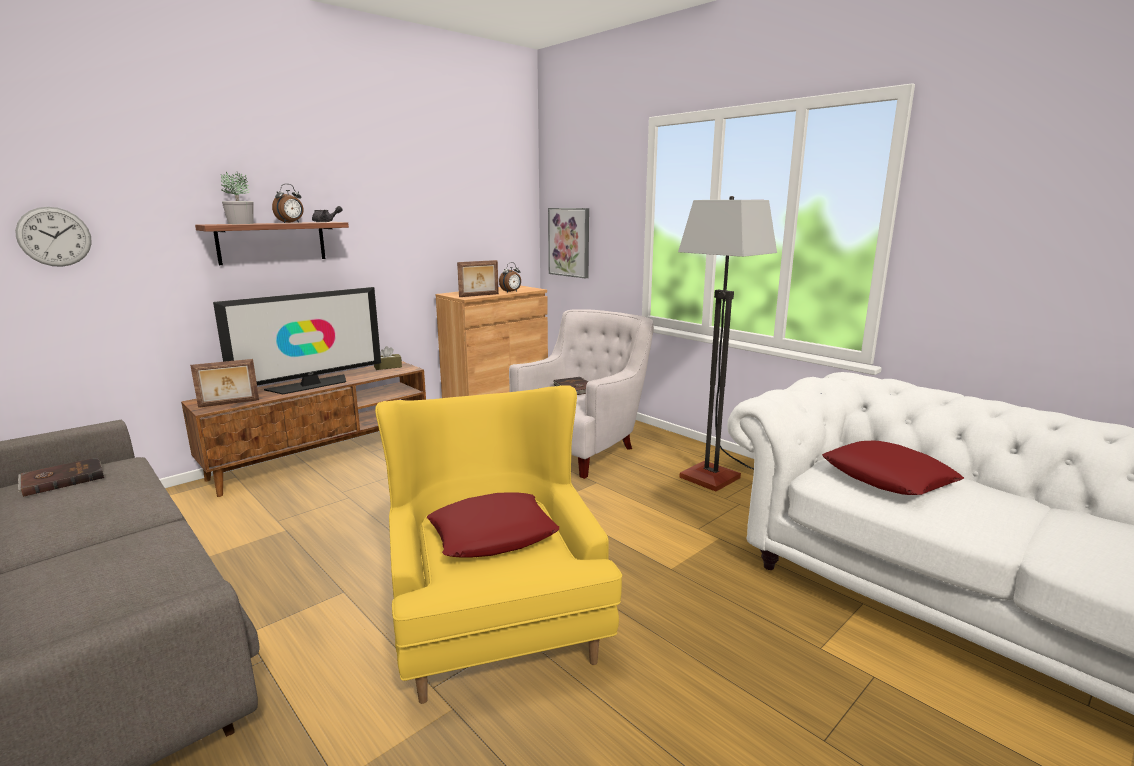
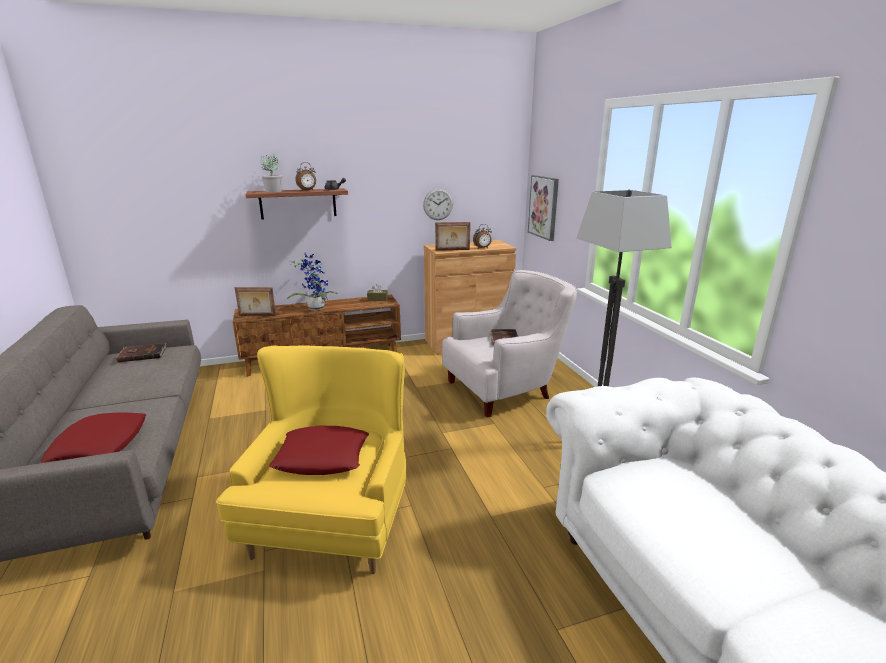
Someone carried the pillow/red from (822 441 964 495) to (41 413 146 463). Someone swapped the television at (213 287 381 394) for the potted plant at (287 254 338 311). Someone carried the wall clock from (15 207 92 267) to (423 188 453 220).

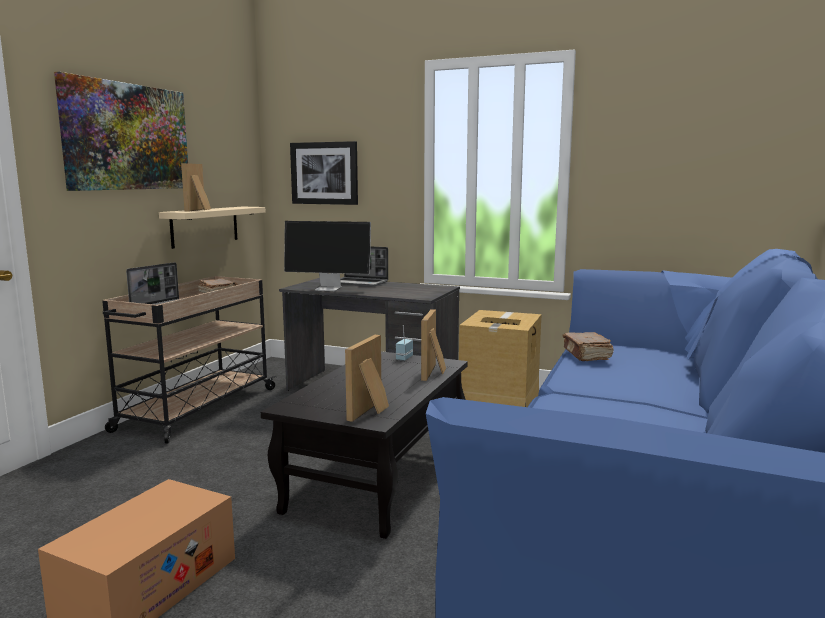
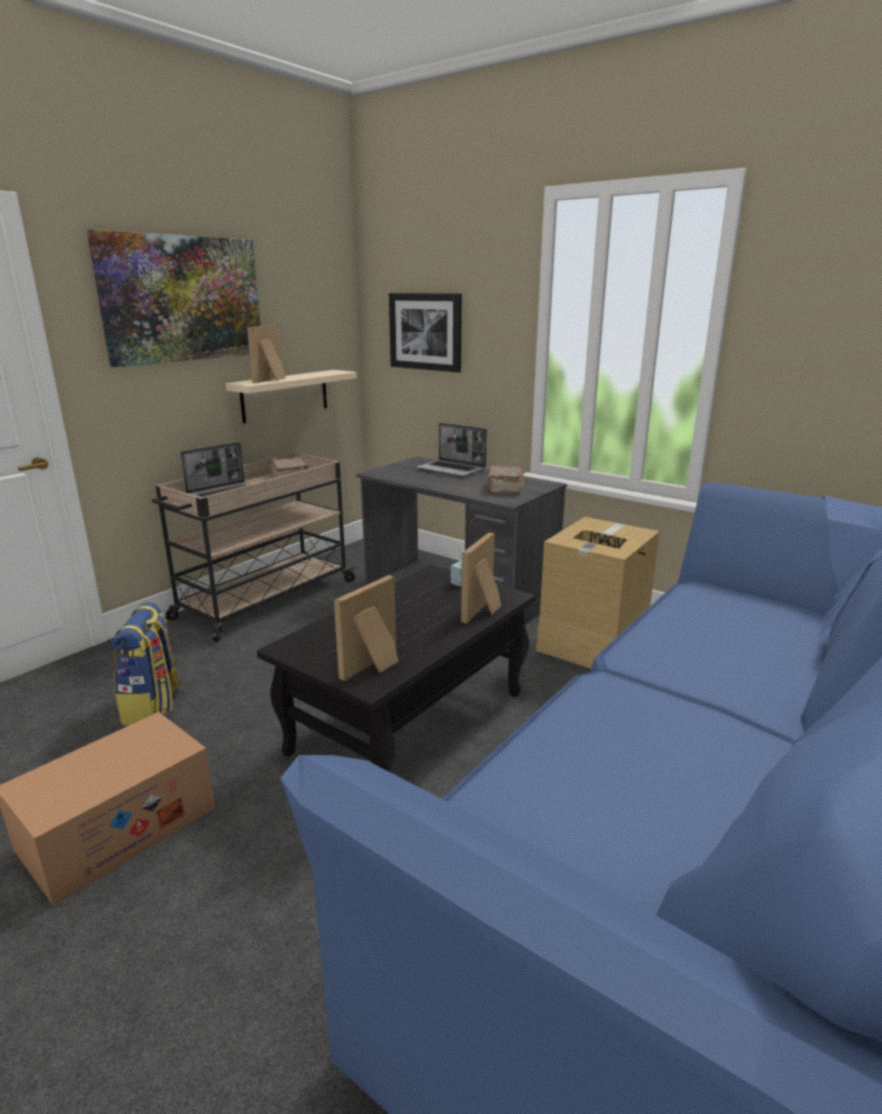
Someone put down the backpack at (112 602 184 725). Someone carried the book/brown from (562 332 614 361) to (487 466 524 494). Someone took away the monitor at (284 221 371 291).

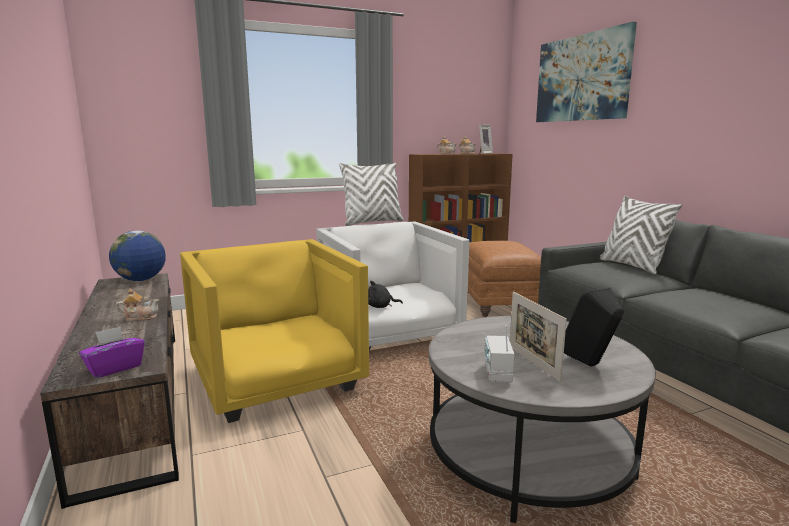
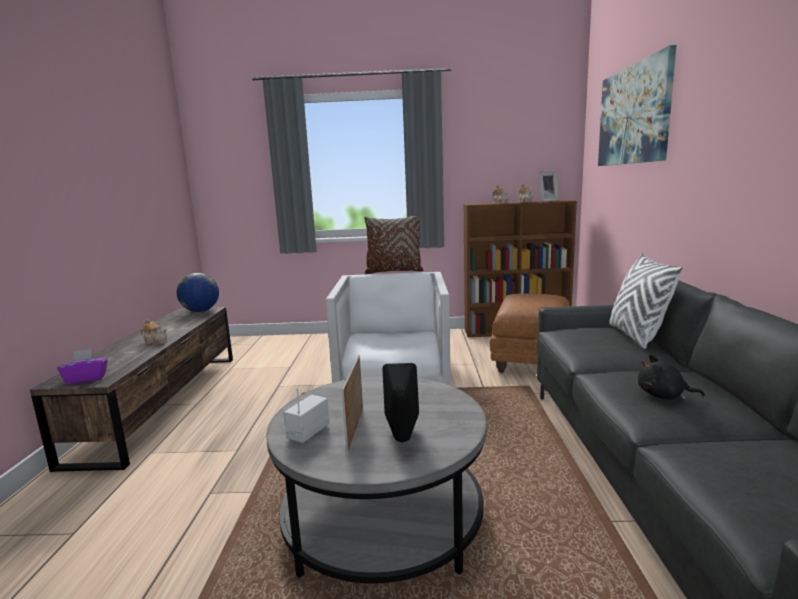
Someone repainted the pillow/white at (339 163 404 226), which became the pillow/brown at (364 215 423 274). Someone carried the plush toy/black from (368 281 403 308) to (638 354 705 400). Someone took away the armchair/yellow at (180 239 369 423).

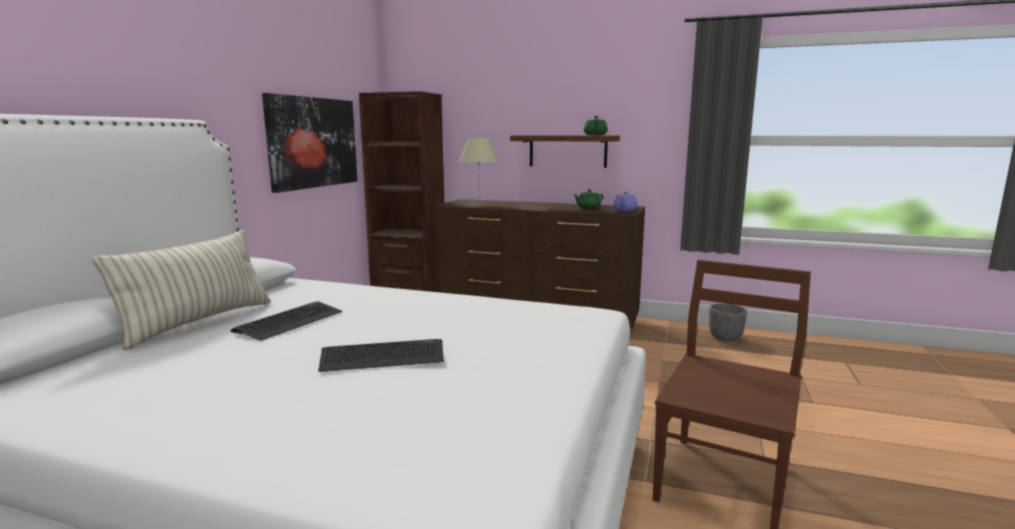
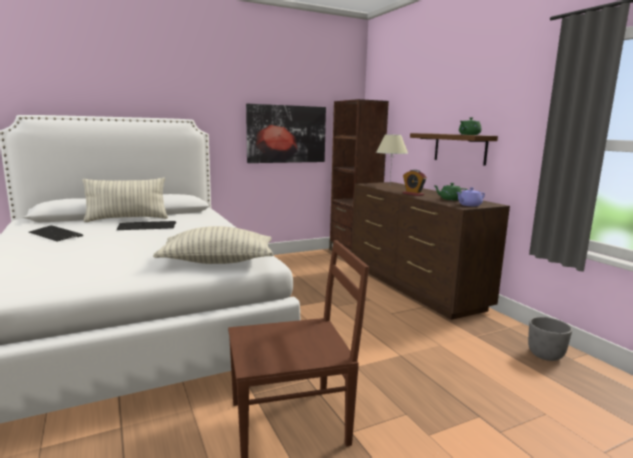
Someone carried the keyboard from (318 339 444 372) to (29 225 83 242). Someone put down the pillow at (153 226 273 264). Someone put down the alarm clock at (403 170 427 196).

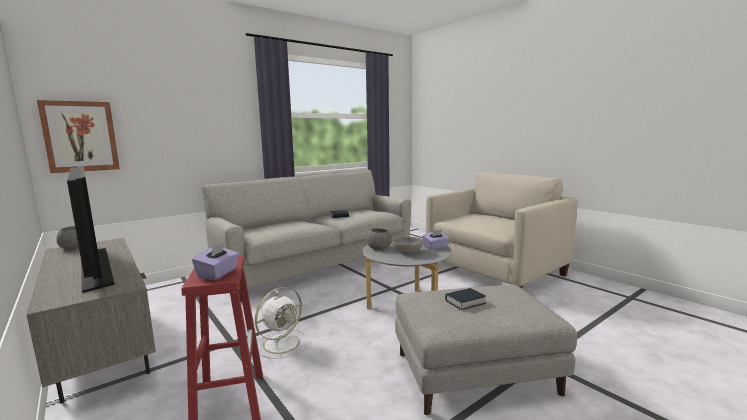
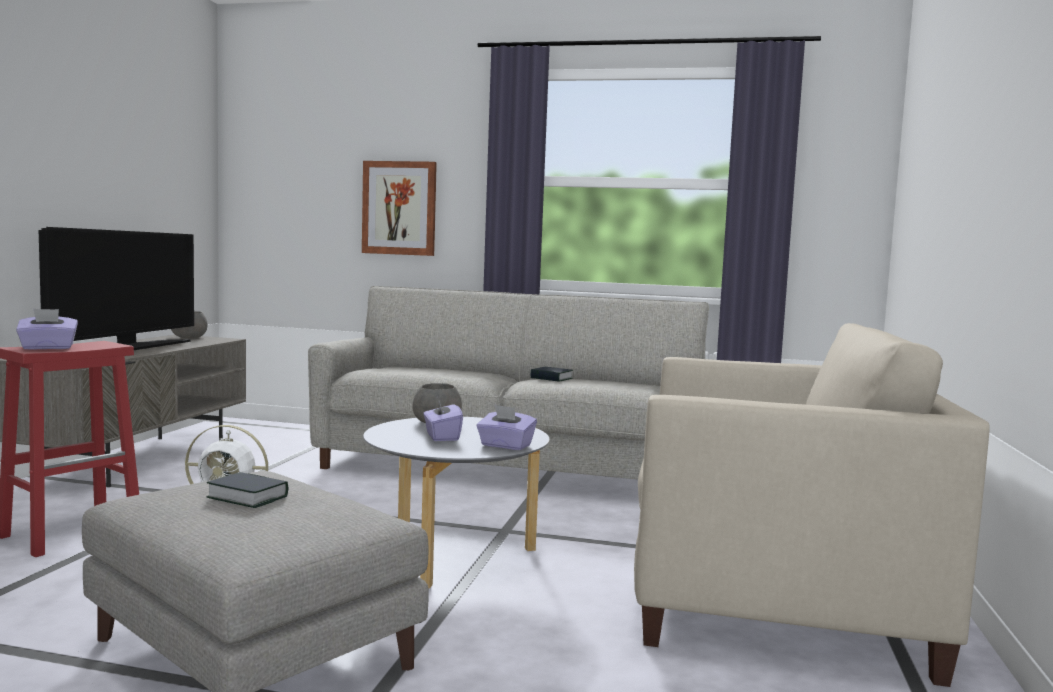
Someone carried the picture from (37 100 120 173) to (362 161 437 256). Someone swapped the bowl/grey at (391 236 424 254) for the tissue box/purple at (423 397 463 441).

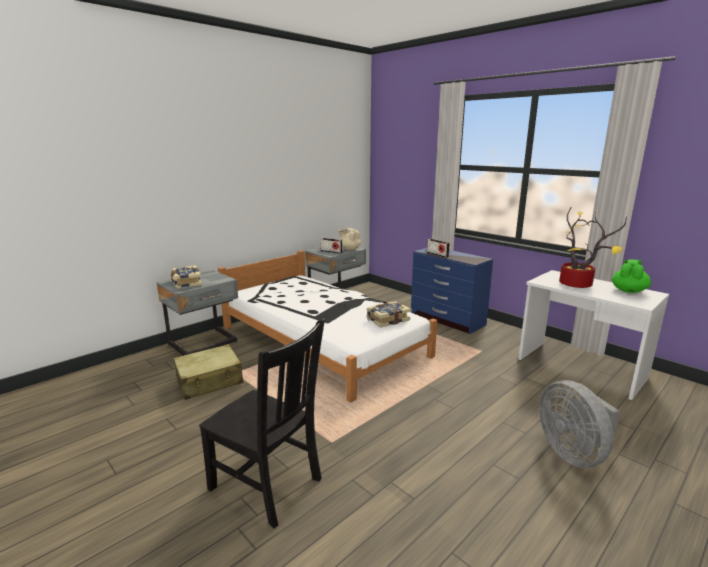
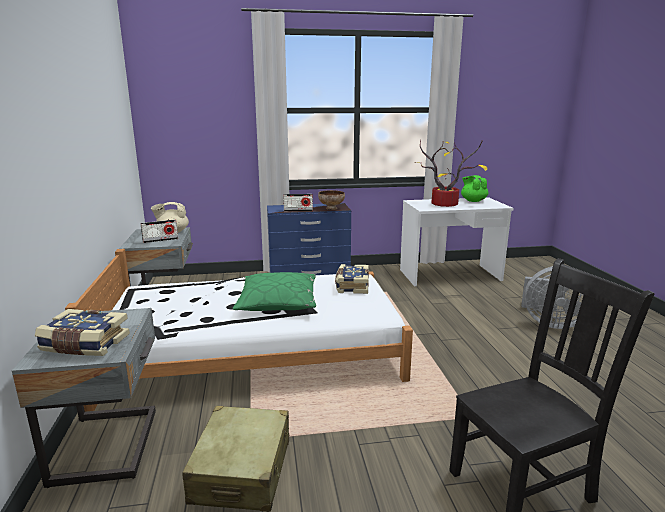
Someone put down the pillow/green at (233 272 316 311). Someone put down the bowl at (318 190 345 210).

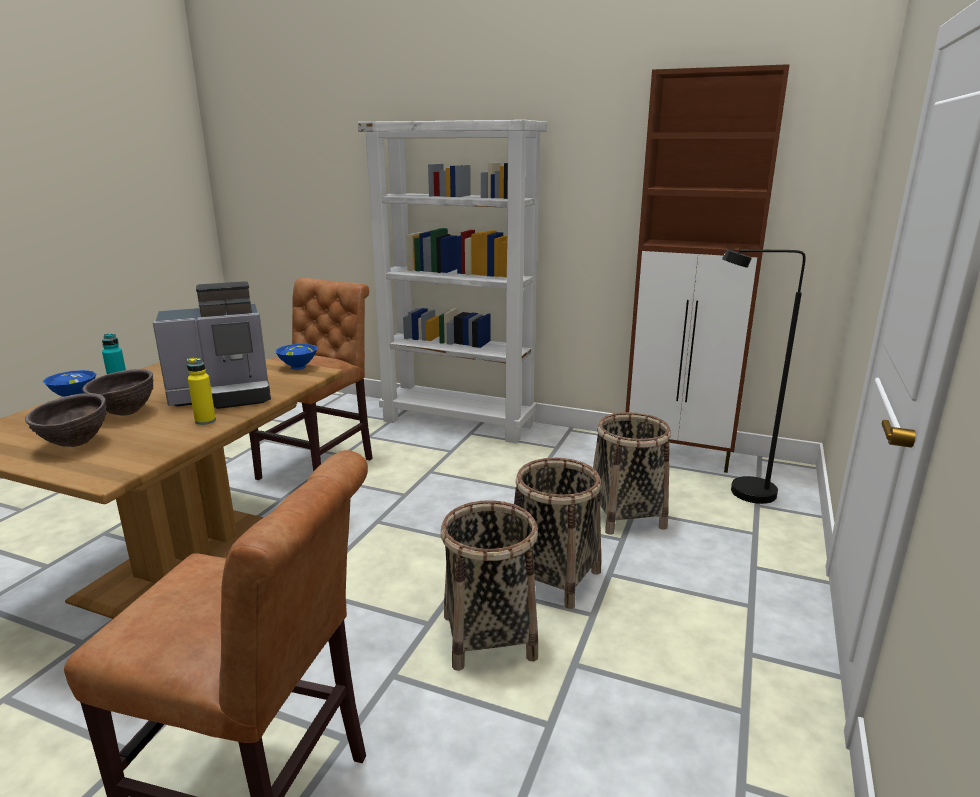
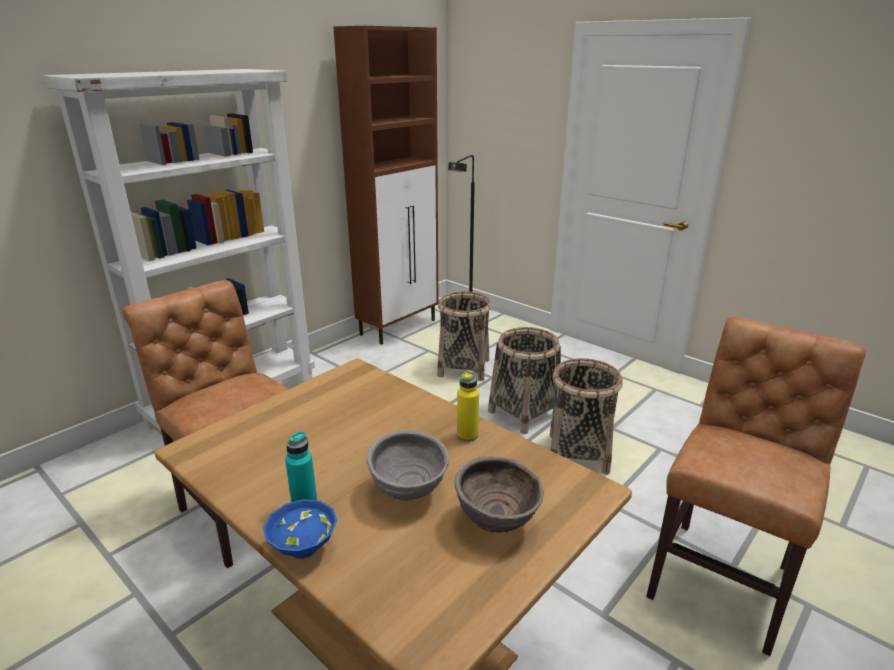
Someone repainted the bowl/brown at (82 369 154 416), which became the bowl/grey at (367 430 449 501). Someone took away the coffee machine at (153 281 271 409). Someone took away the bowl/blue at (276 344 317 370).

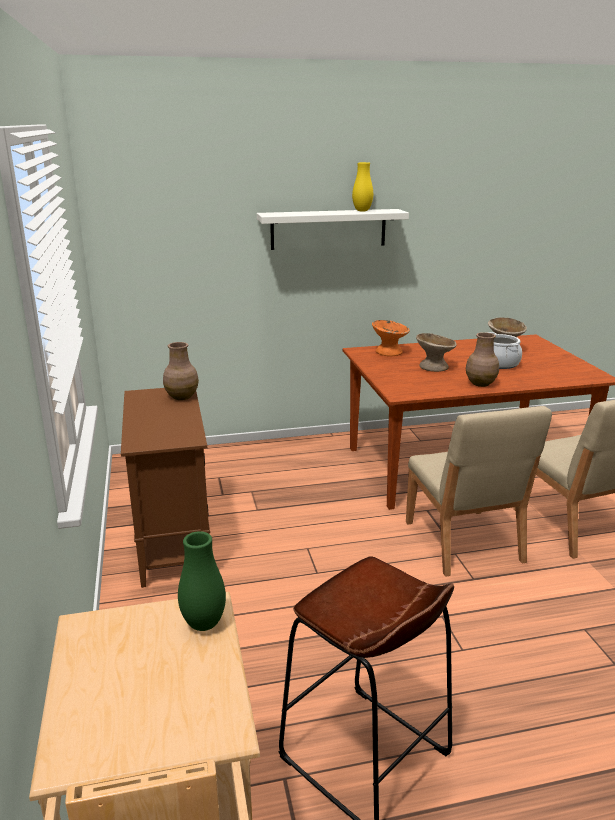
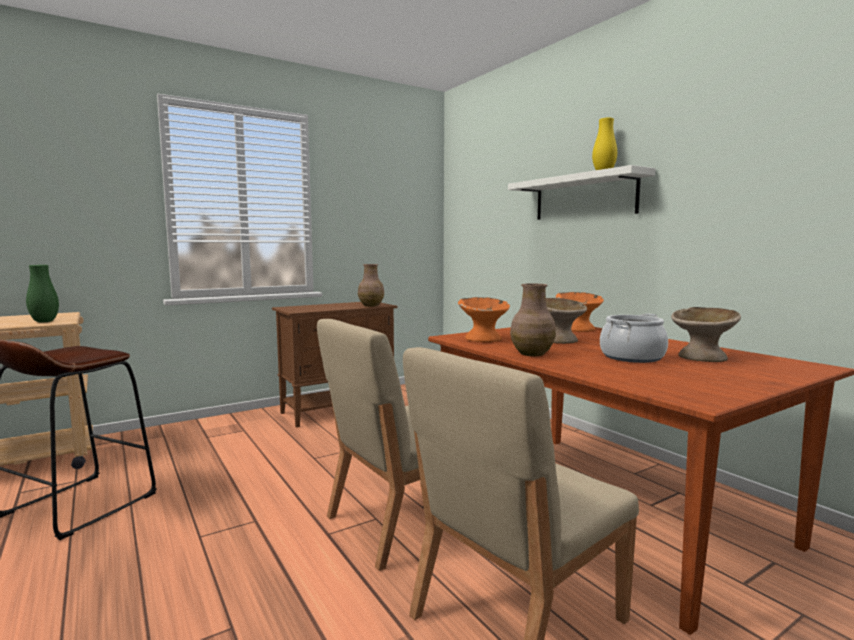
Someone put down the bowl/orange at (458 297 510 342).

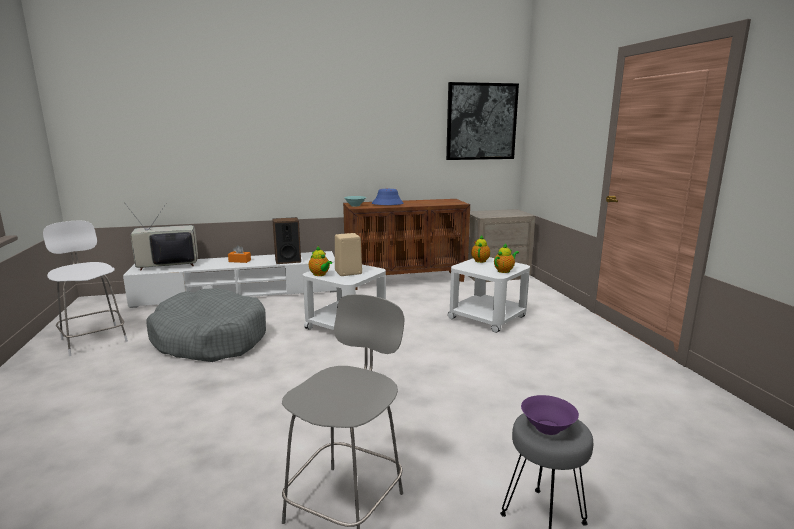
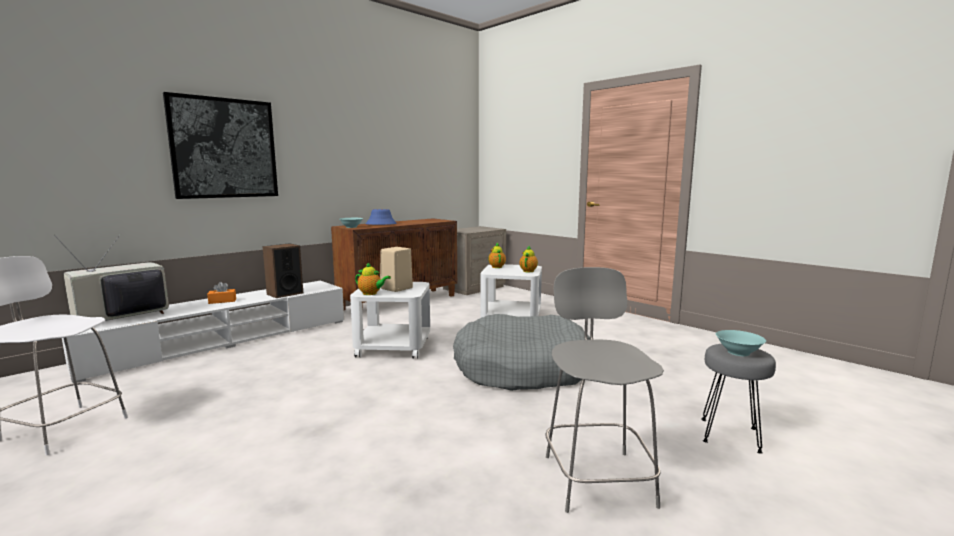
Someone carried the picture from (446 82 519 160) to (163 92 278 199). Someone carried the dog bed/grey from (147 288 266 362) to (453 314 590 391). Someone repainted the bowl/purple at (521 395 579 435), which became the bowl/turquoise at (716 330 766 356).

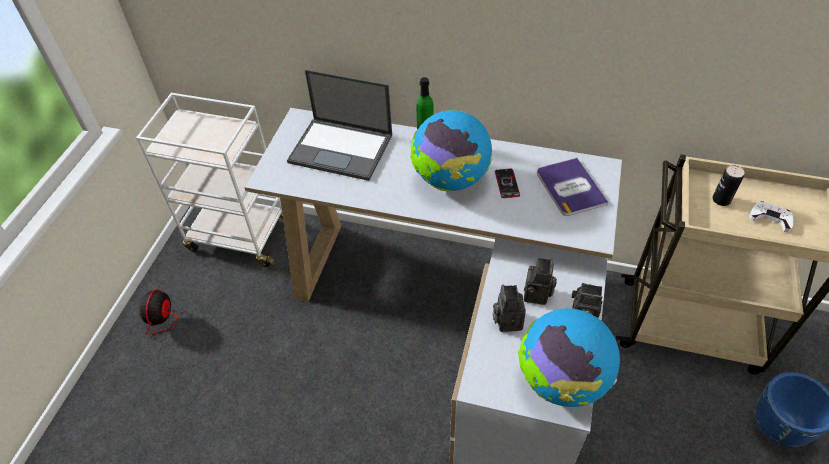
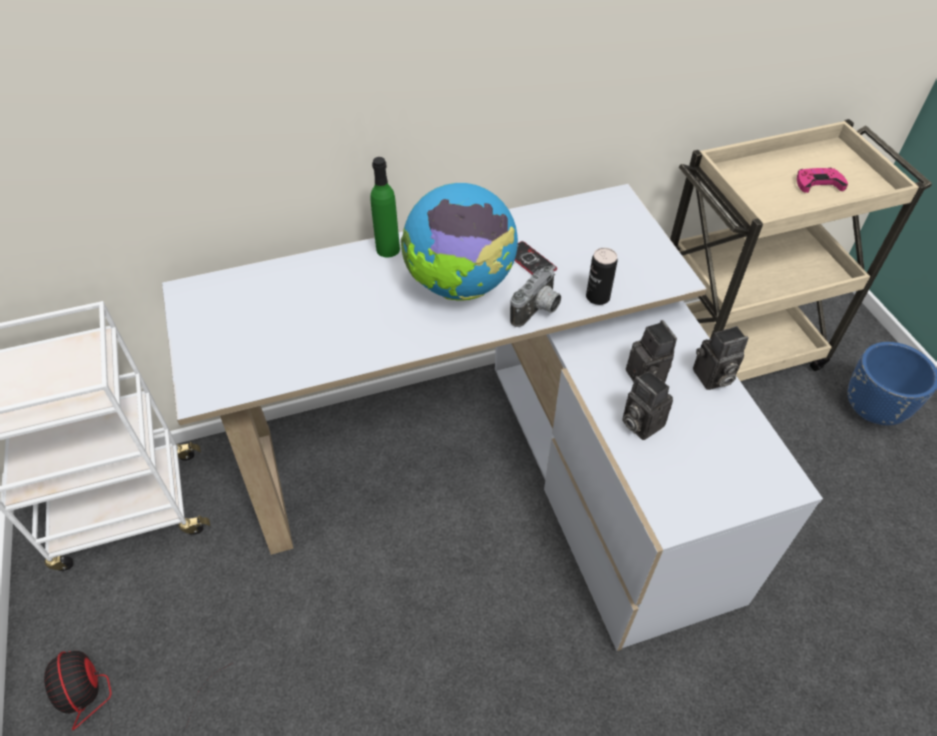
Someone put down the photo camera at (510 266 561 327). Someone carried the can from (712 165 745 206) to (586 248 618 305). Someone repainted the game controller/white at (749 201 794 232), which became the game controller/pink at (797 168 848 193). Someone took away the laptop at (287 69 392 181). Someone took away the globe at (518 308 620 407). Someone took away the book at (537 158 608 216).

